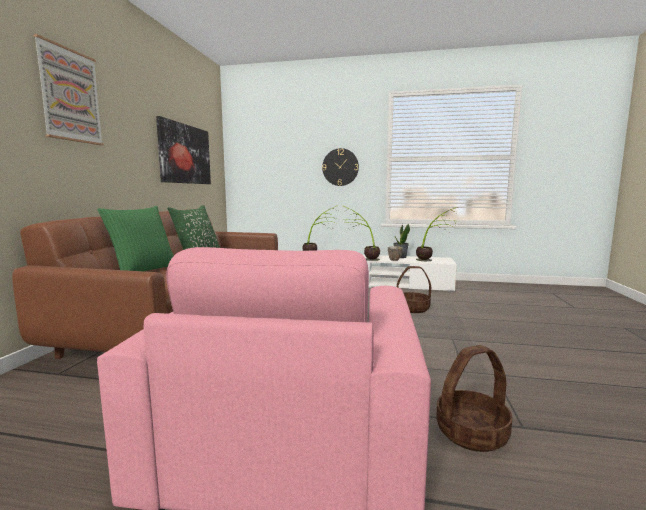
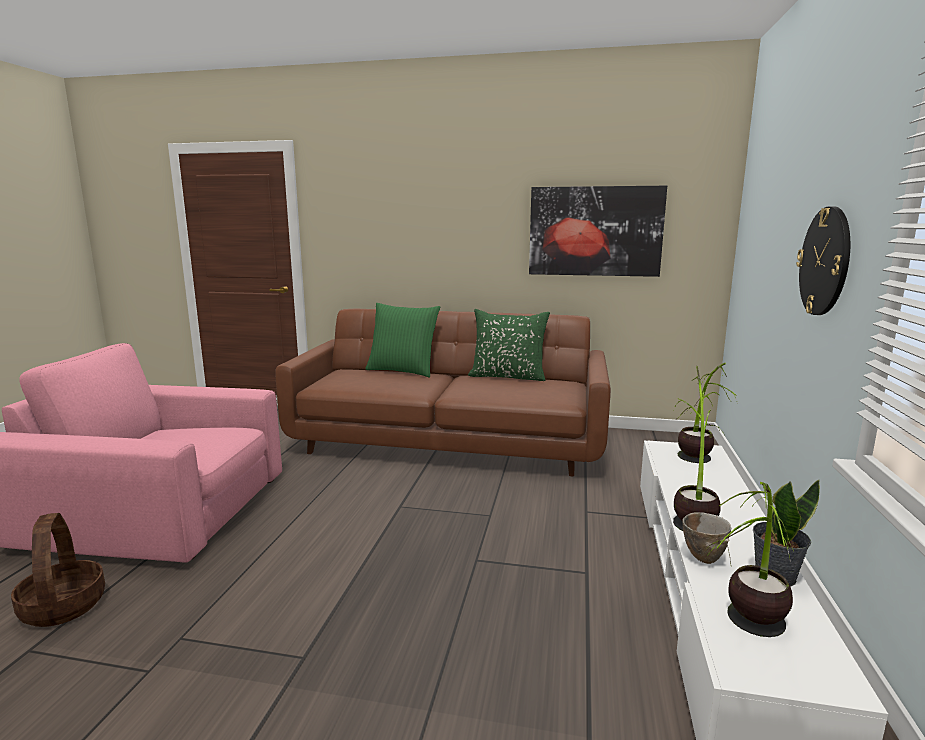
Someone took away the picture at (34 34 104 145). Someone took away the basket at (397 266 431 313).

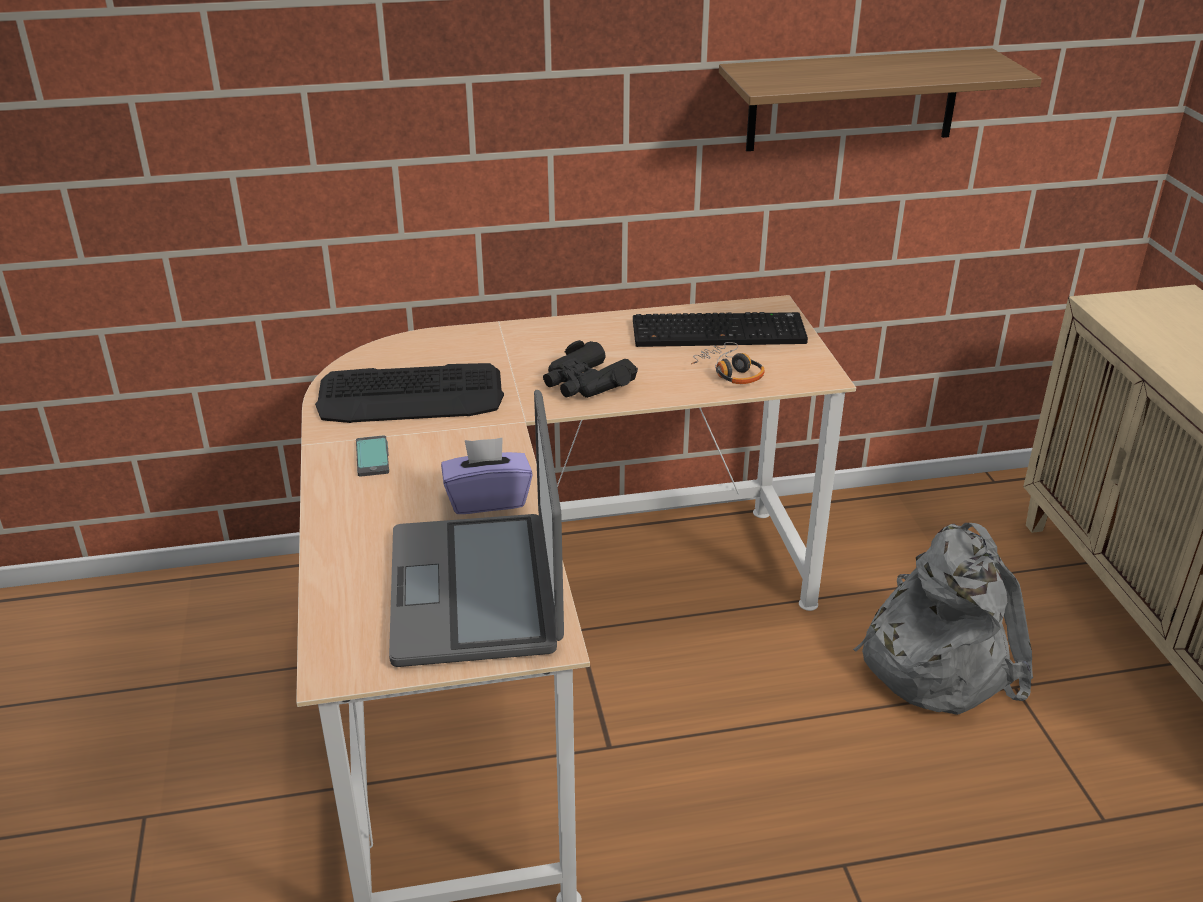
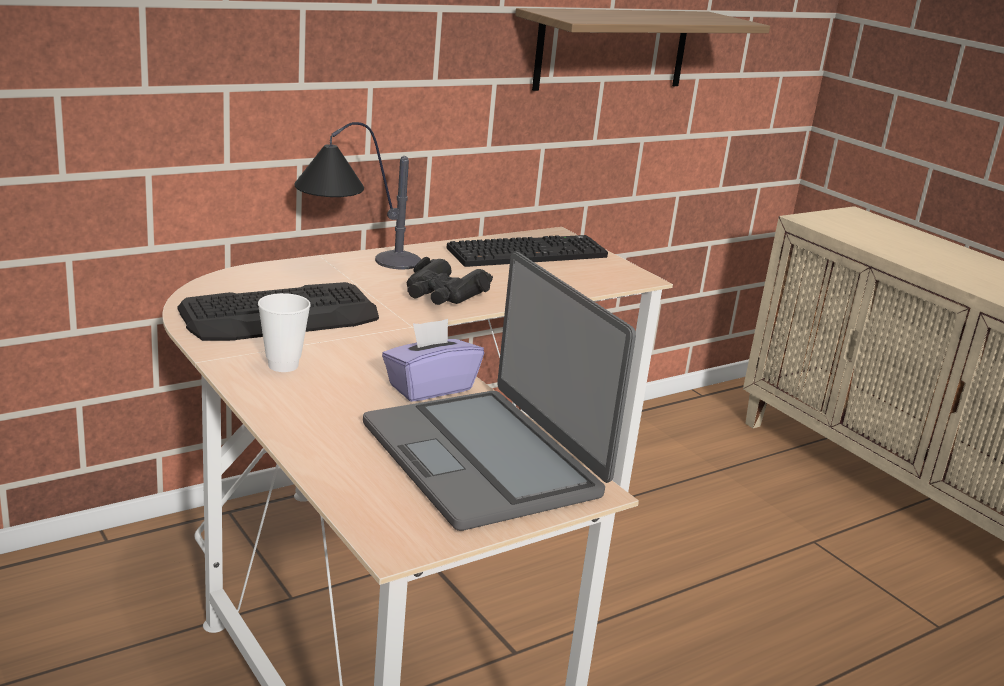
Someone swapped the phone at (356 435 389 477) for the cup at (258 293 311 372). Someone put down the table lamp at (294 122 421 269). Someone took away the headphones at (691 342 765 384). Someone took away the backpack/grey at (853 523 1033 715).

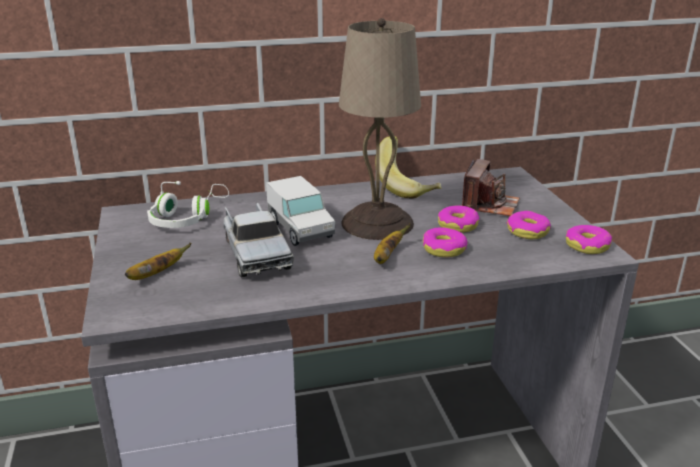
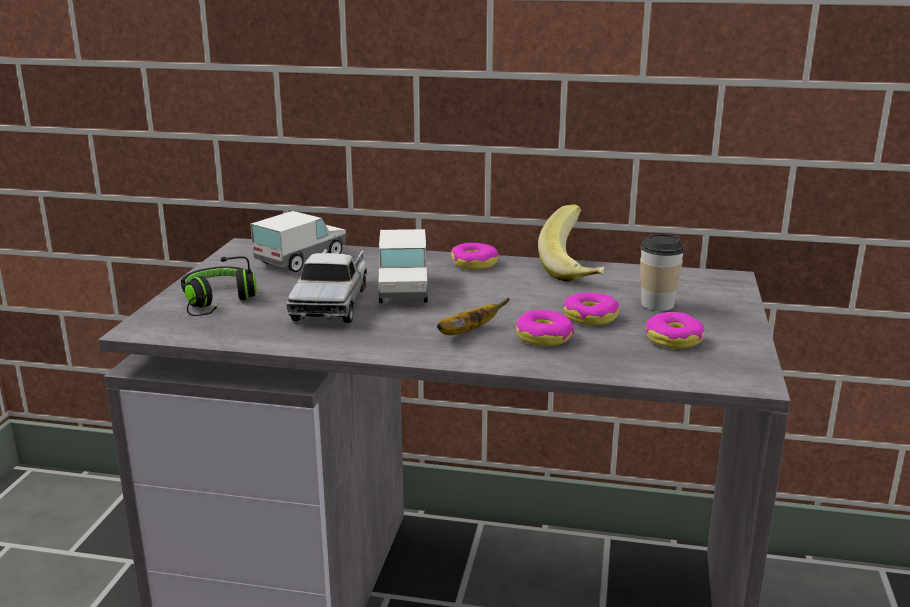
Someone swapped the banana at (125 243 191 280) for the headphones/black at (181 256 257 316). Someone swapped the headphones/white at (147 181 229 228) for the toy truck at (250 211 346 272). Someone carried the donut from (566 225 612 254) to (451 243 499 270). Someone swapped the photo camera at (462 159 520 216) for the cup at (640 234 685 311). Someone took away the table lamp/beige at (339 18 421 240).

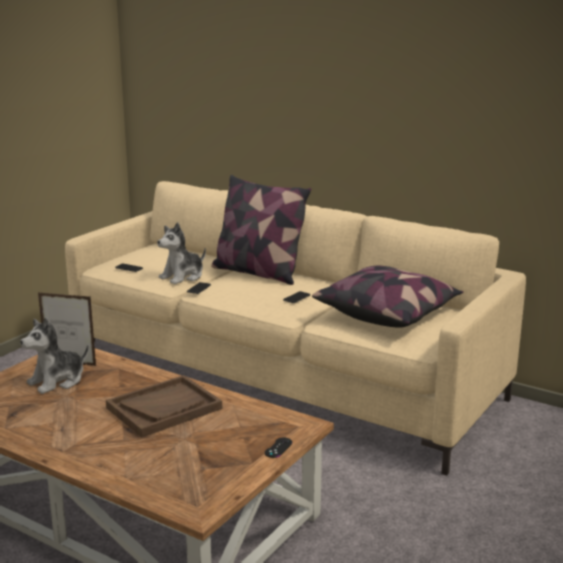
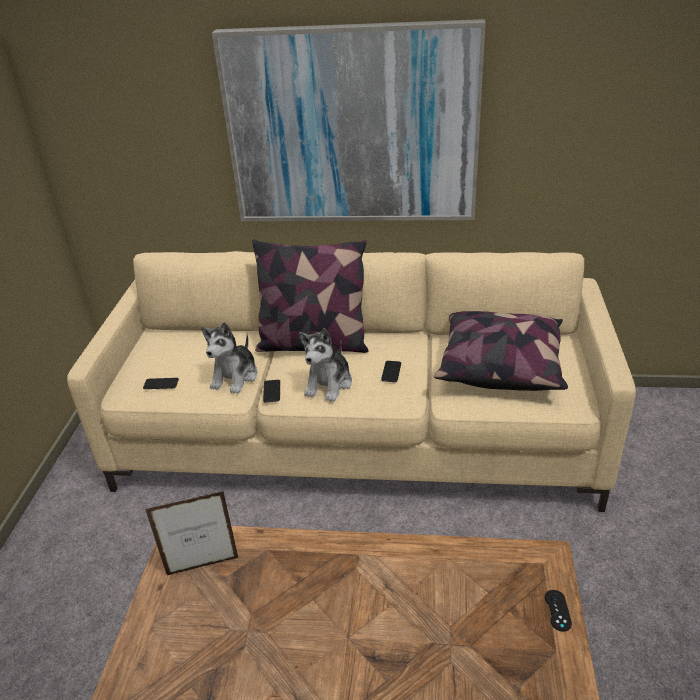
Someone put up the picture at (212 19 485 221). Someone carried the plush toy from (20 317 89 394) to (299 328 352 402). Someone took away the tray/brown at (106 375 222 437).

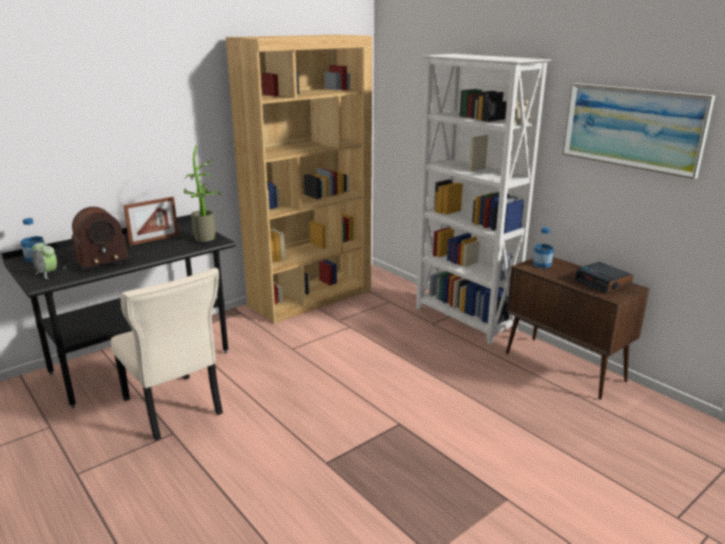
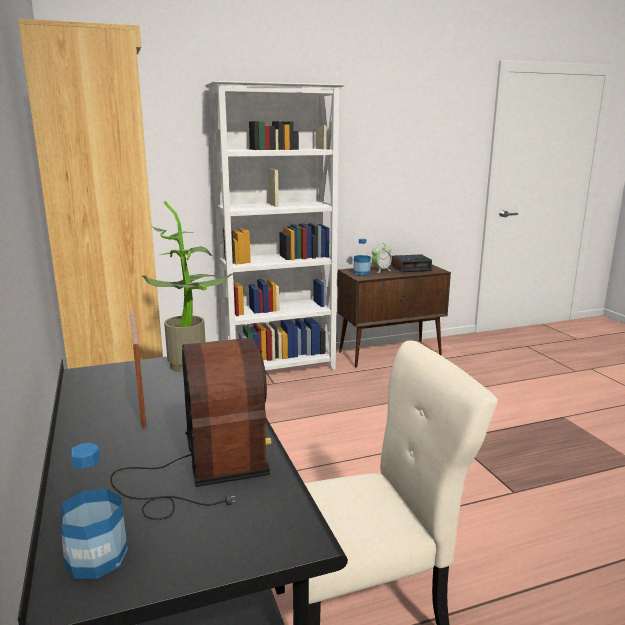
Someone carried the alarm clock from (32 240 57 279) to (372 243 392 273). Someone took away the picture at (562 83 715 179).

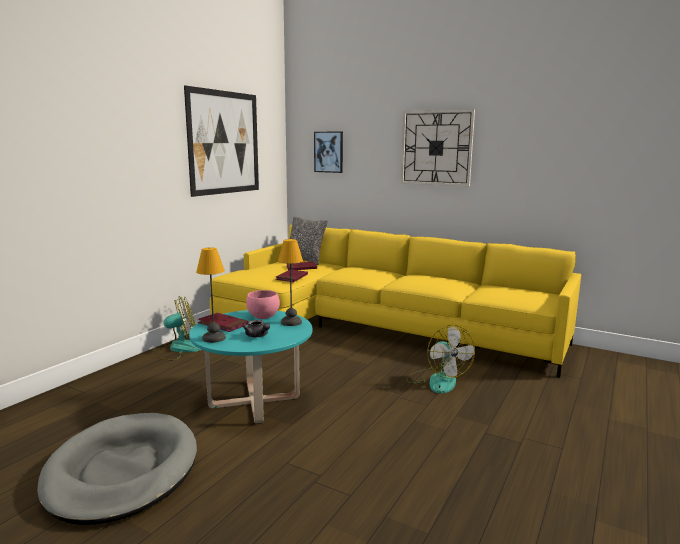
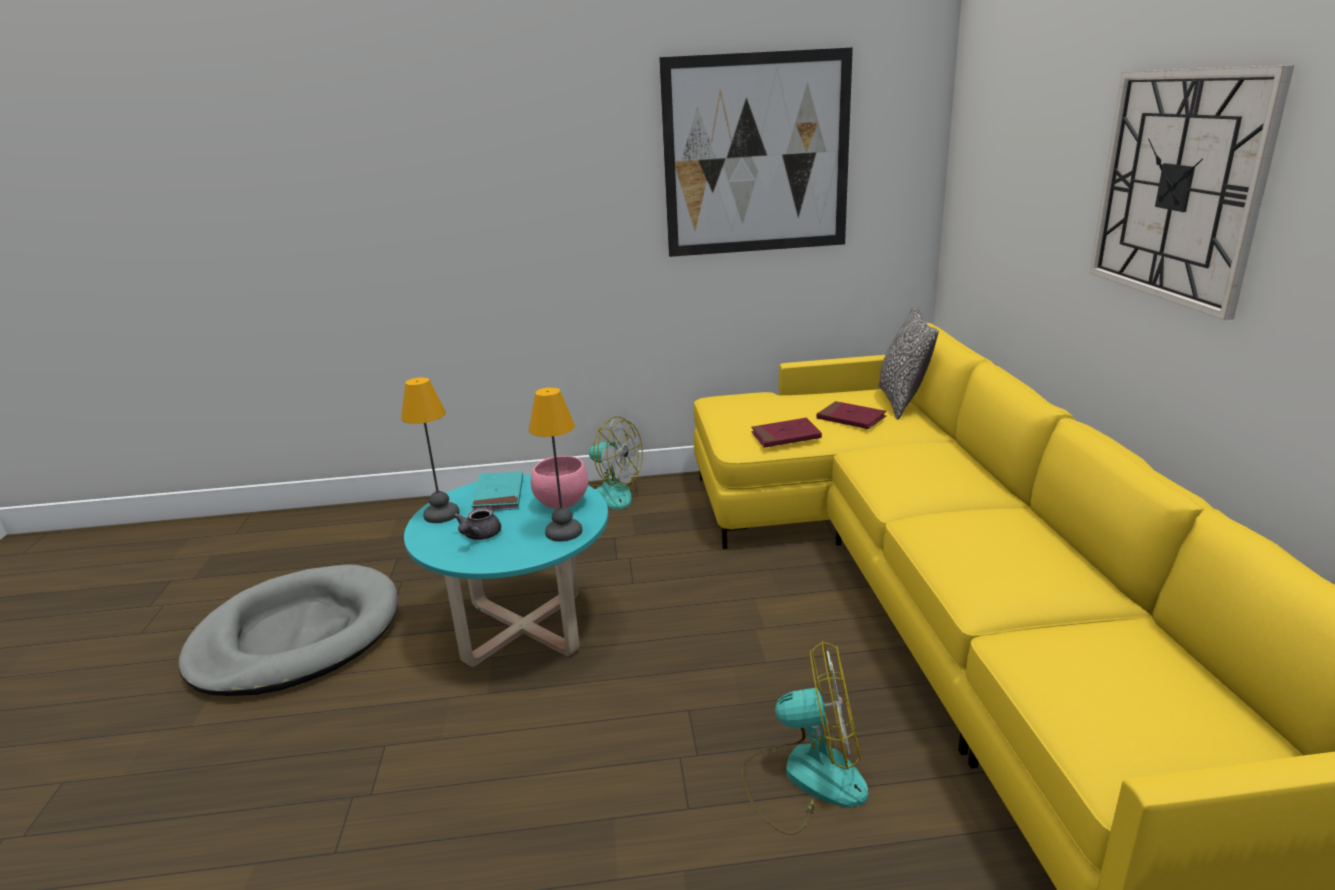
Someone repainted the book/red at (198 313 249 332), which became the book/turquoise at (471 471 523 511). Someone rotated the fan at (406 325 475 394) by 120 degrees counterclockwise. Someone took away the picture at (314 131 343 173).

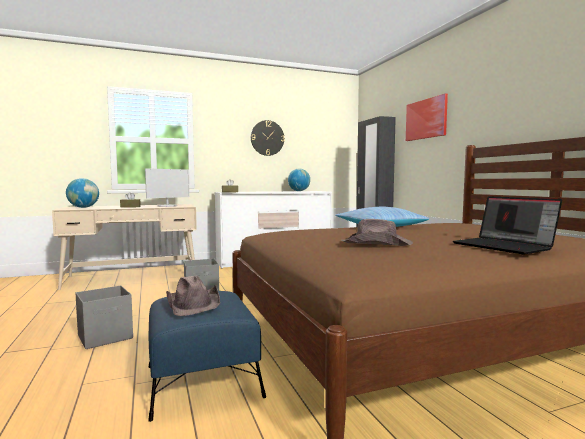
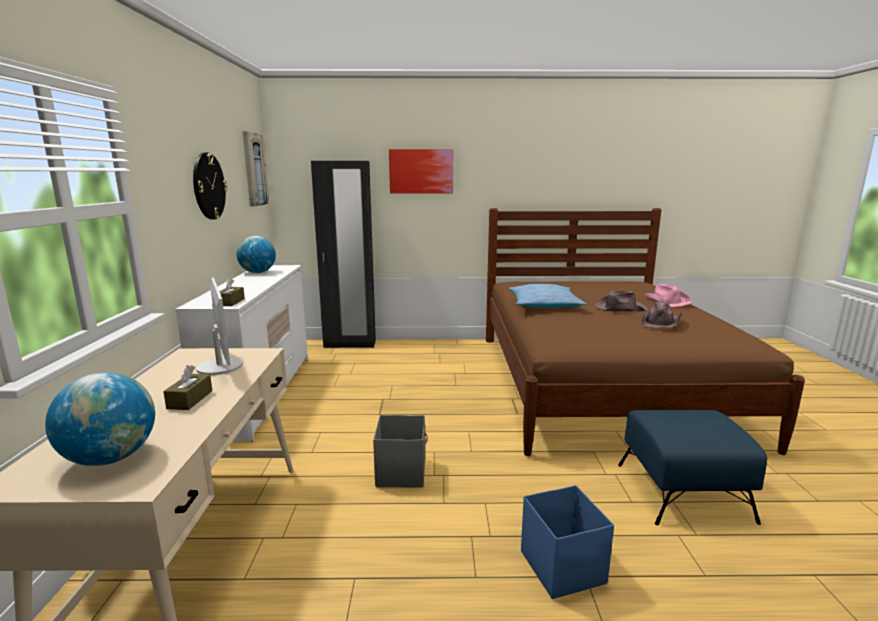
Someone put up the picture at (242 131 269 207). Someone repainted the storage box/grey at (76 285 133 349), which became the storage box/blue at (521 485 614 599). Someone carried the hat/brown from (166 275 220 316) to (595 290 648 312). Someone swapped the laptop at (453 196 562 254) for the hat/pink at (644 284 692 307).

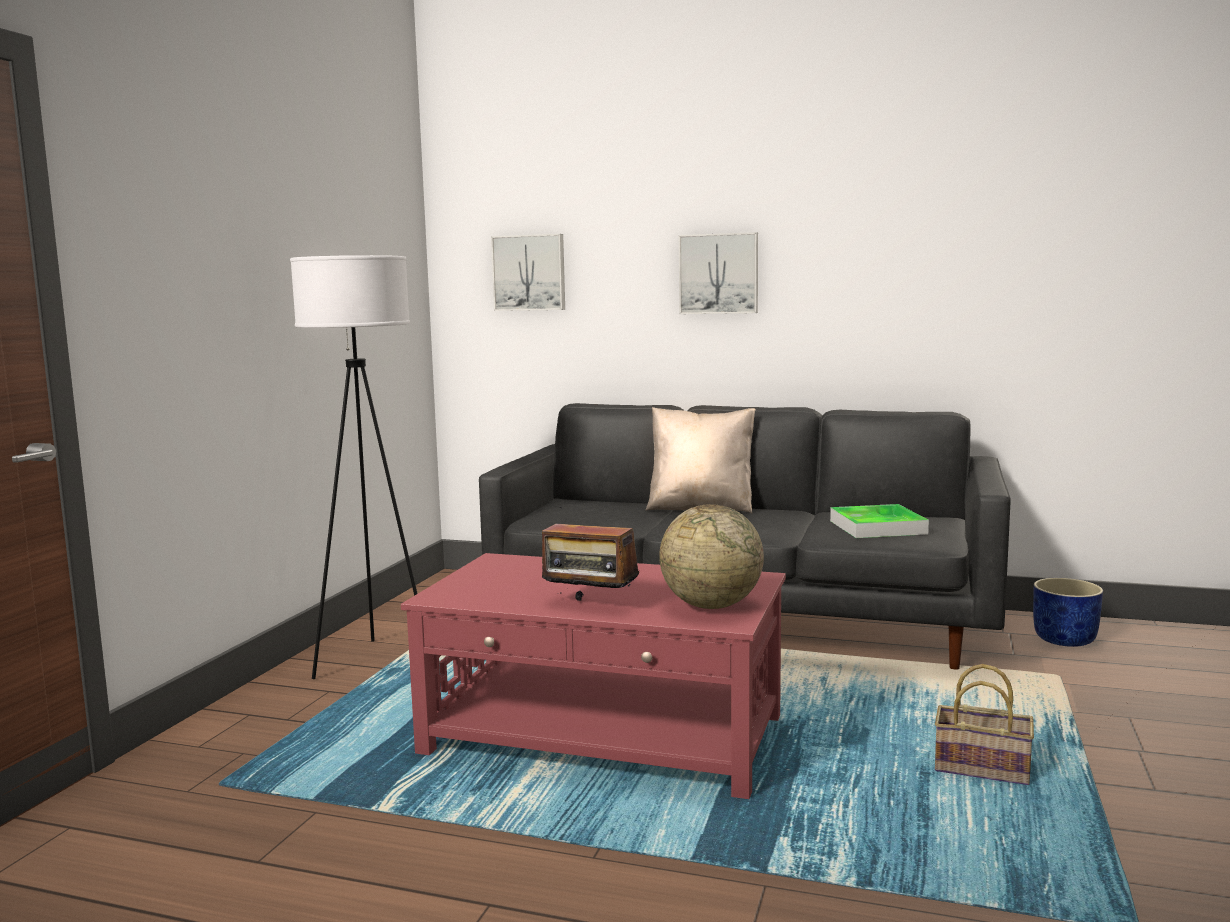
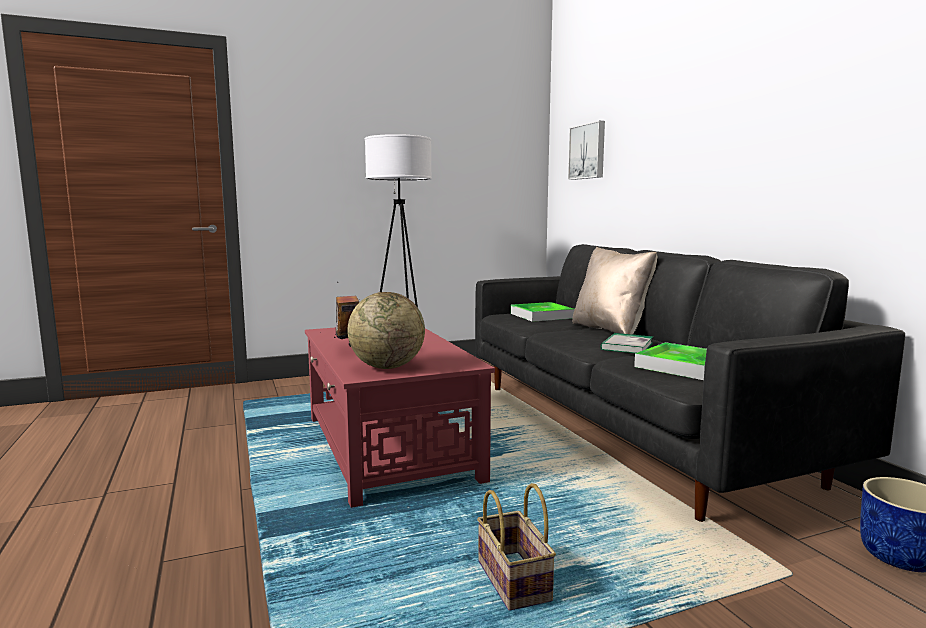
Someone put down the tray at (511 302 575 322). Someone put down the book at (601 333 653 353). Someone took away the picture at (679 232 758 314).

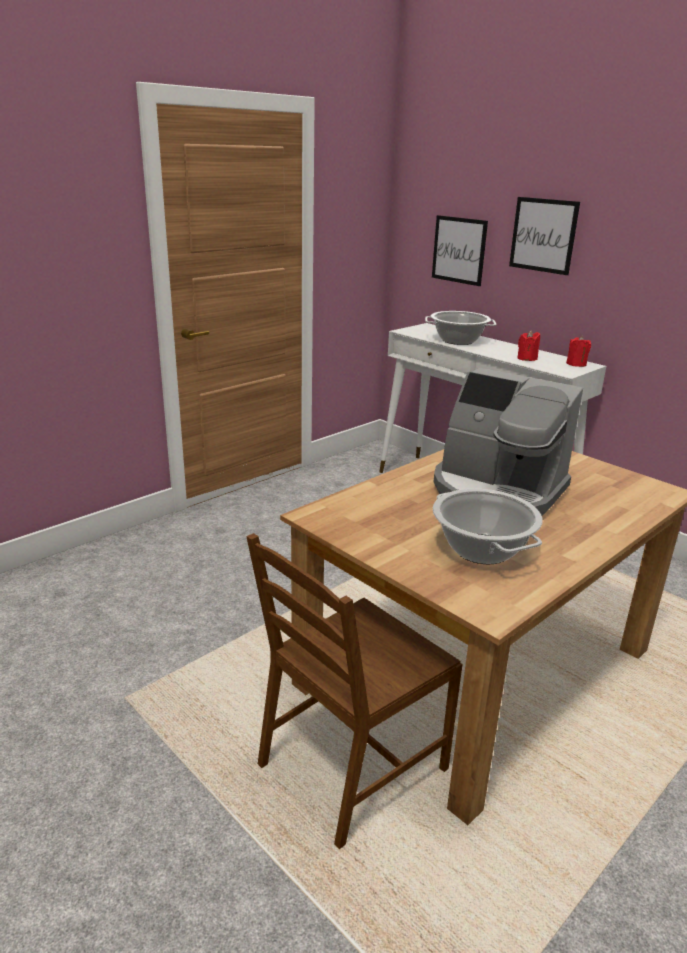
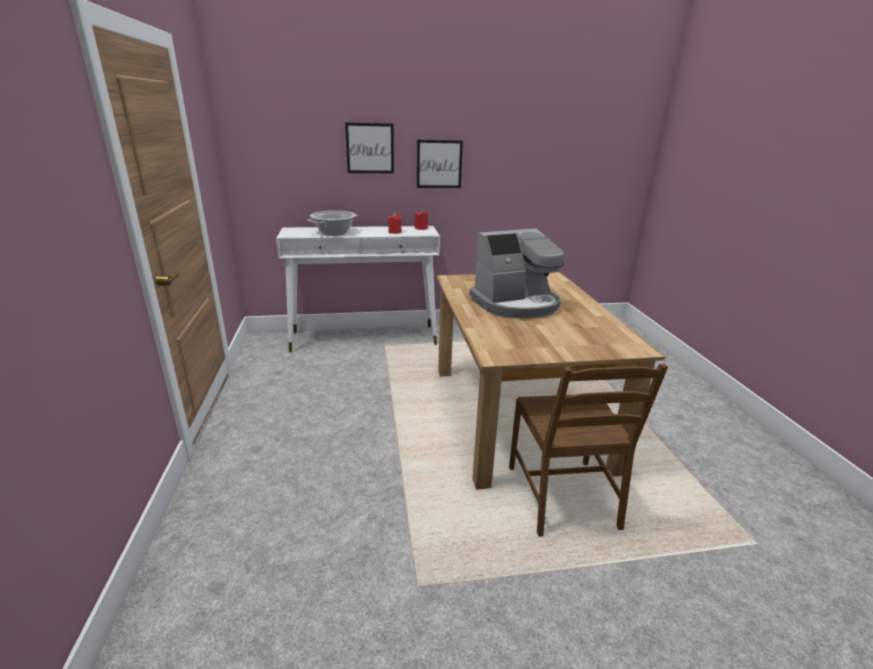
Someone carried the picture from (432 215 488 286) to (417 140 463 188). Someone took away the cooking pot at (433 489 542 564).

